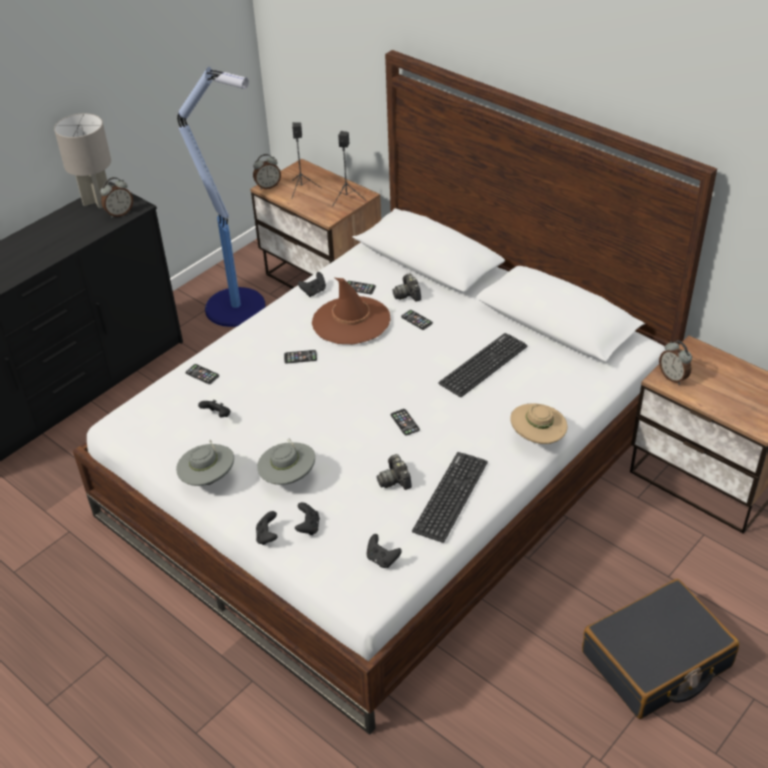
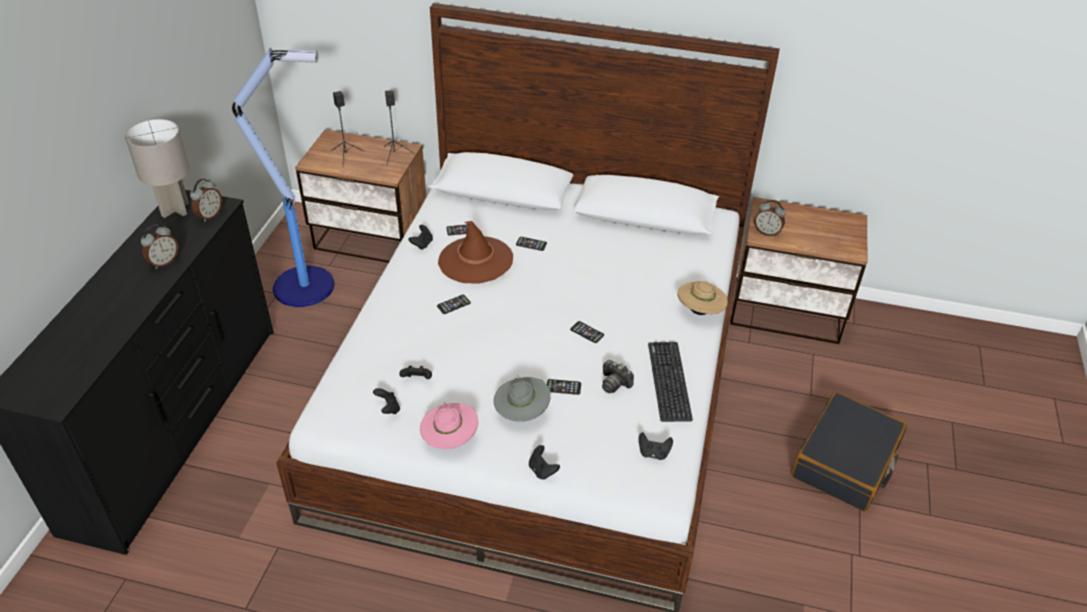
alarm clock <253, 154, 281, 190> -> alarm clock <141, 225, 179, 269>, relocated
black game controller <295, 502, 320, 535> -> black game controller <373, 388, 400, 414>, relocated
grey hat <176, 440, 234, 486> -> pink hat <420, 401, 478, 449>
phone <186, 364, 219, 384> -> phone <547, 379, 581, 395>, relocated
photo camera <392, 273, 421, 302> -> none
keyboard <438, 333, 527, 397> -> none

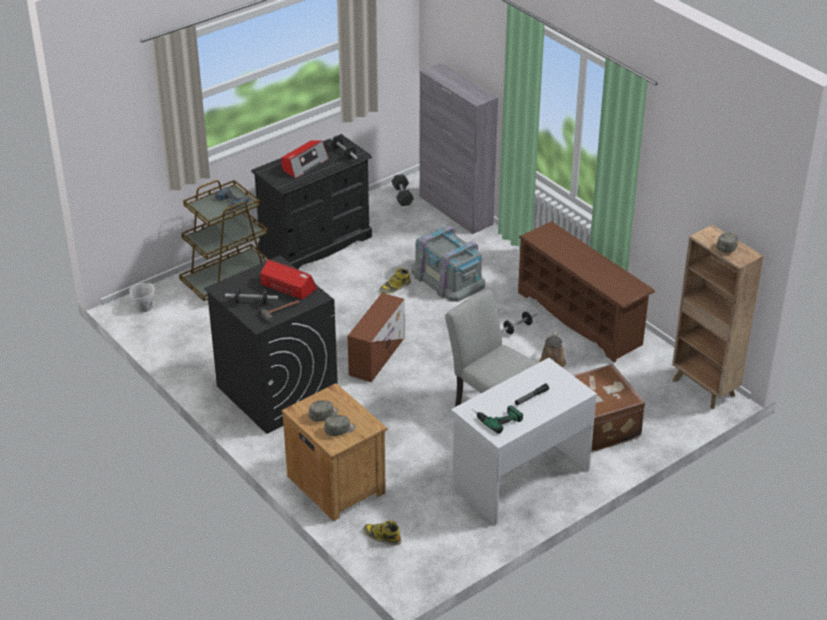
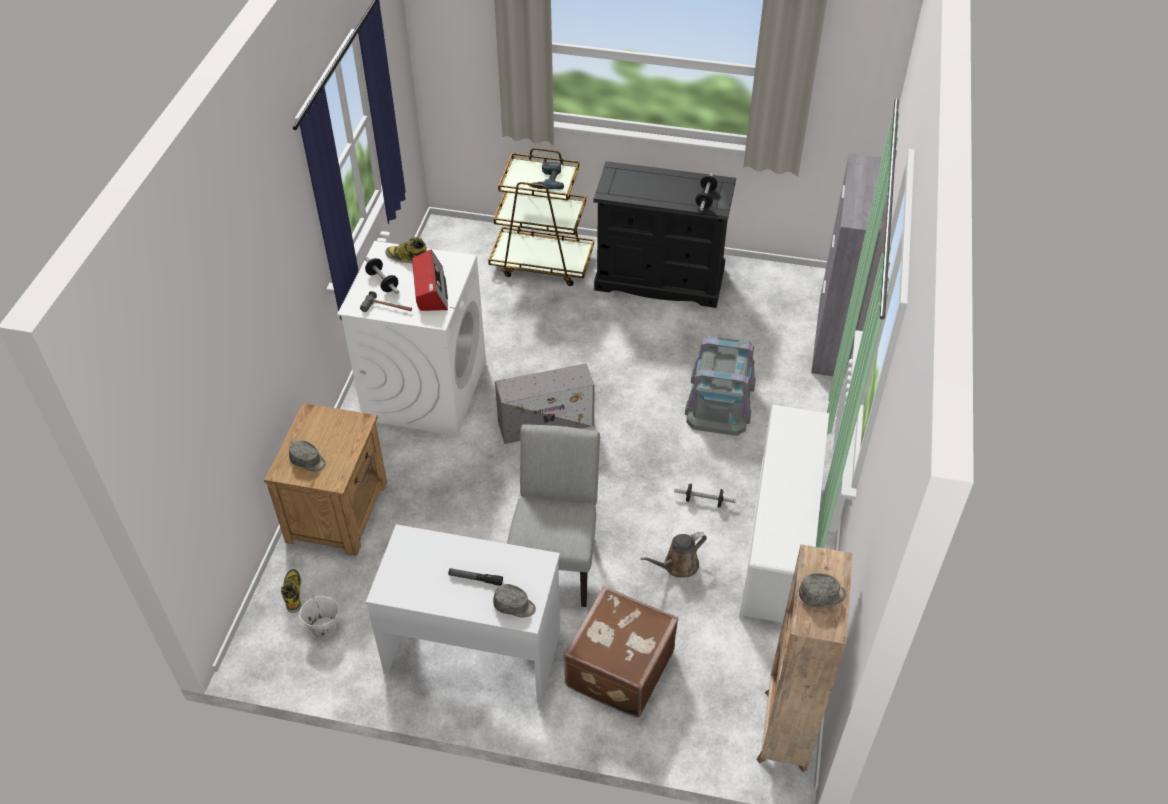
white bucket <129, 278, 155, 312> -> white bucket <299, 595, 339, 638>, relocated
black washing machine <204, 255, 338, 434> -> white washing machine <337, 241, 486, 435>
boot <379, 268, 411, 293> -> boot <385, 237, 427, 264>, relocated
grey cap <309, 400, 338, 422> -> grey cap <493, 584, 536, 617>, relocated
brown storage box <347, 293, 404, 382> -> grey storage box <495, 363, 595, 444>
brown shoe rack <518, 221, 655, 363> -> white shoe rack <739, 404, 829, 623>
radio <281, 140, 329, 178> -> none
grey dumbbell <392, 174, 414, 206> -> none
power drill <472, 405, 523, 434> -> none

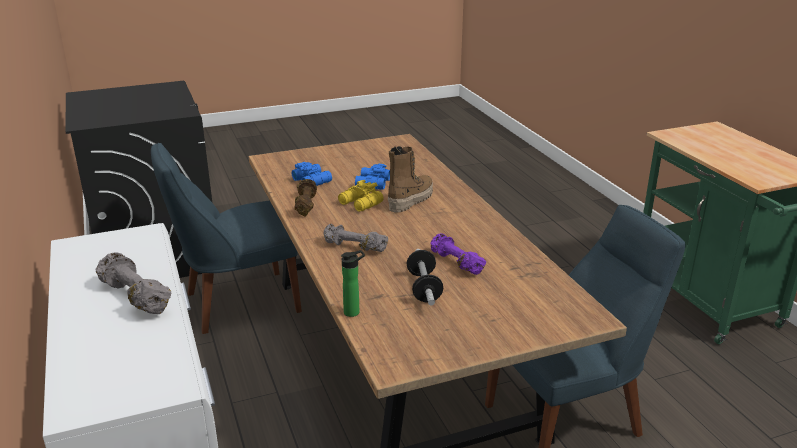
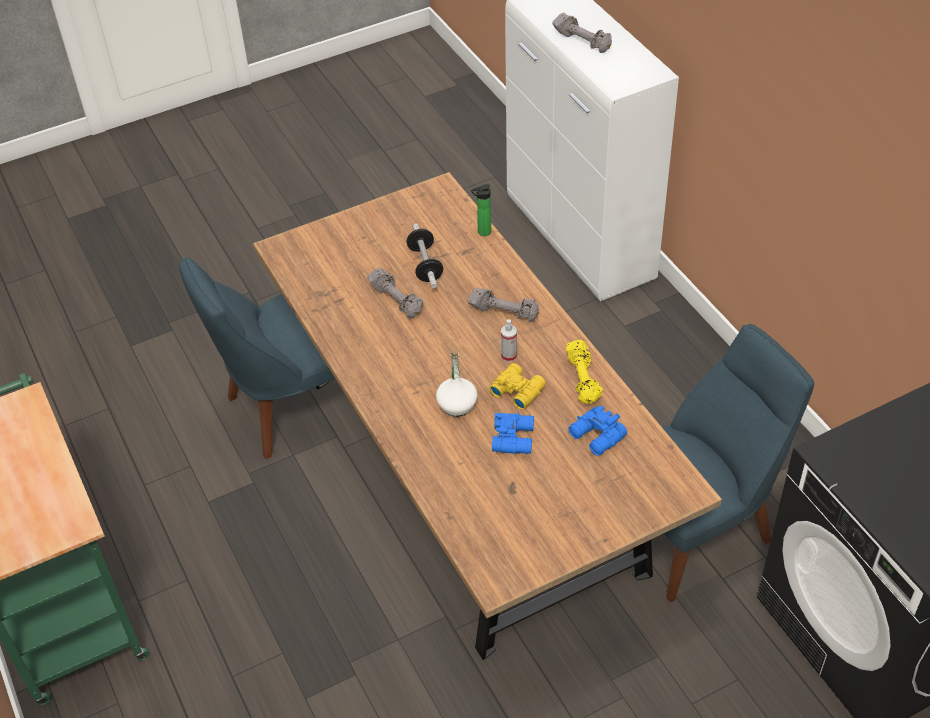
purple dumbbell <431, 233, 486, 275> -> grey dumbbell <367, 268, 423, 318>
boot <388, 146, 433, 213> -> white bottle <436, 349, 478, 417>
none -> spray bottle <501, 319, 517, 362>
brown dumbbell <294, 179, 317, 217> -> yellow dumbbell <566, 340, 603, 404>

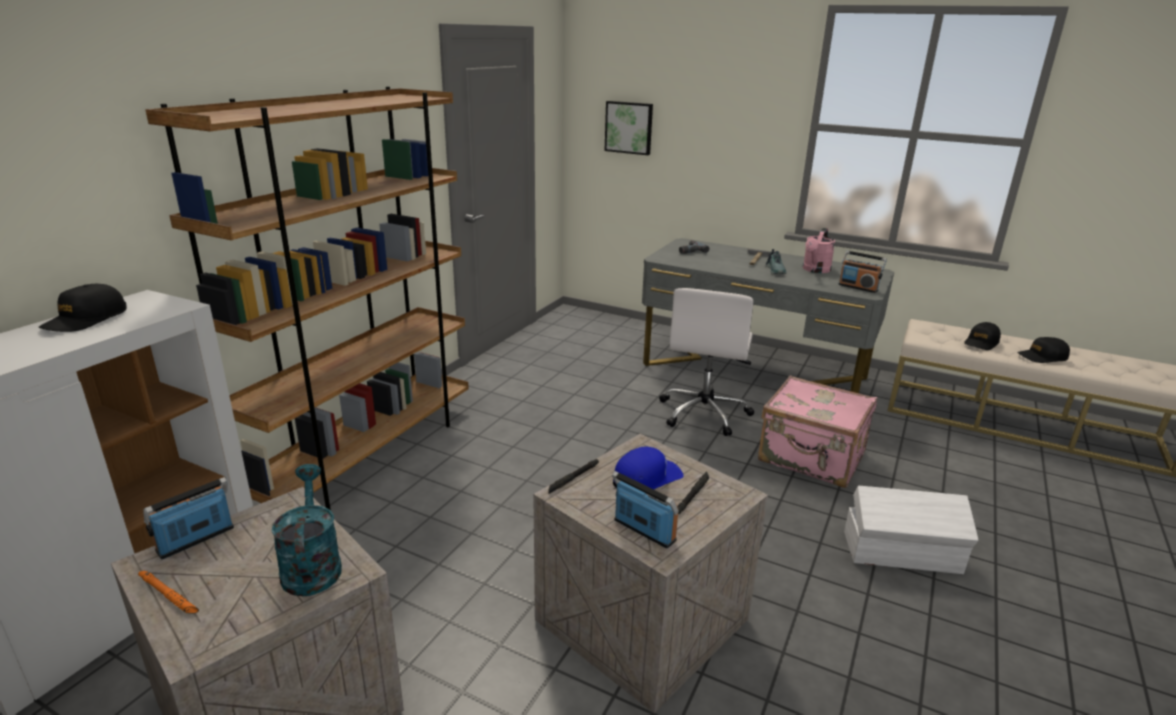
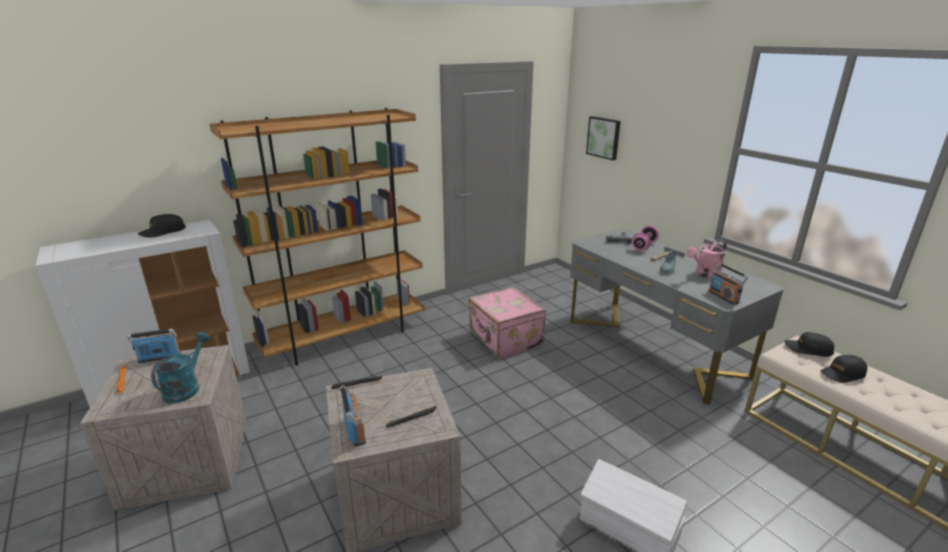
pink suitcase <758, 375, 877, 488> -> pink suitcase <469, 287, 546, 359>, relocated
none -> pink dumbbell <632, 225, 659, 251>
black cap <1017, 337, 1070, 363> -> black cap <784, 332, 834, 357>, relocated
blue cap <613, 447, 684, 489> -> none
white office chair <659, 288, 754, 436> -> none

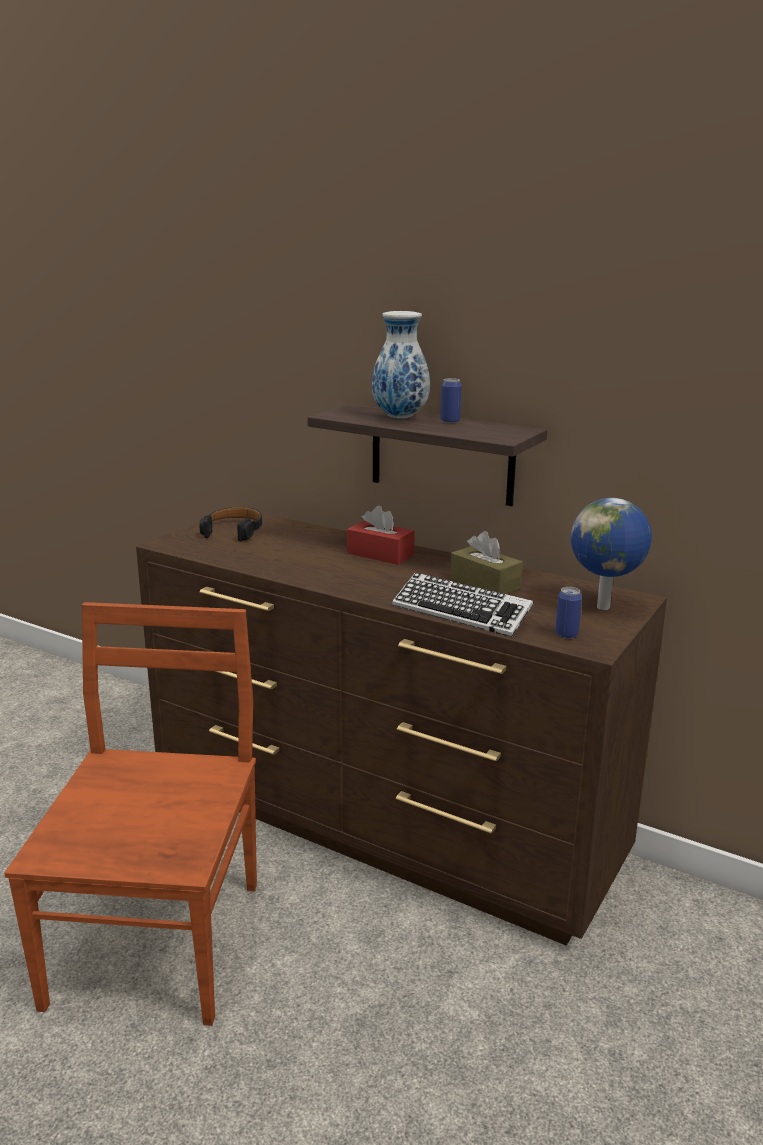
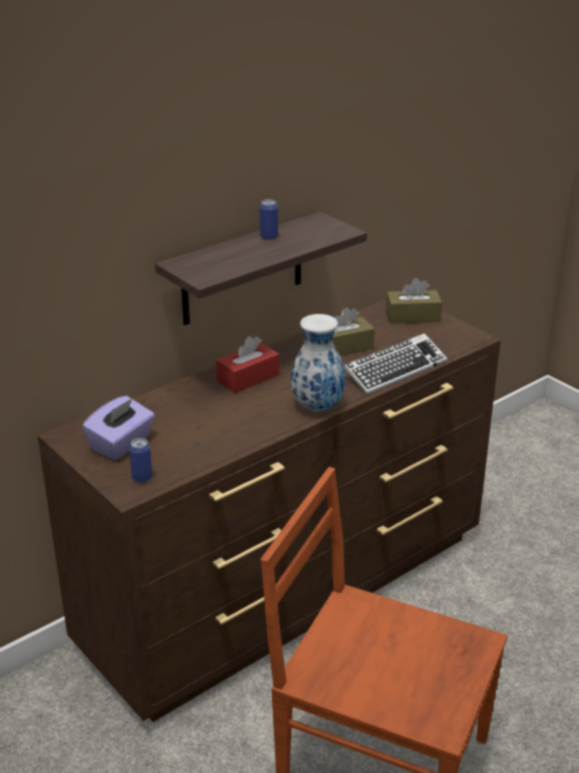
black headphones <200, 507, 262, 541> -> purple tissue box <82, 396, 155, 460>
can <555, 587, 582, 638> -> can <129, 438, 152, 483>, relocated
vase <372, 311, 430, 419> -> vase <291, 314, 346, 411>, relocated
globe <570, 498, 652, 610> -> brown tissue box <386, 278, 442, 324>

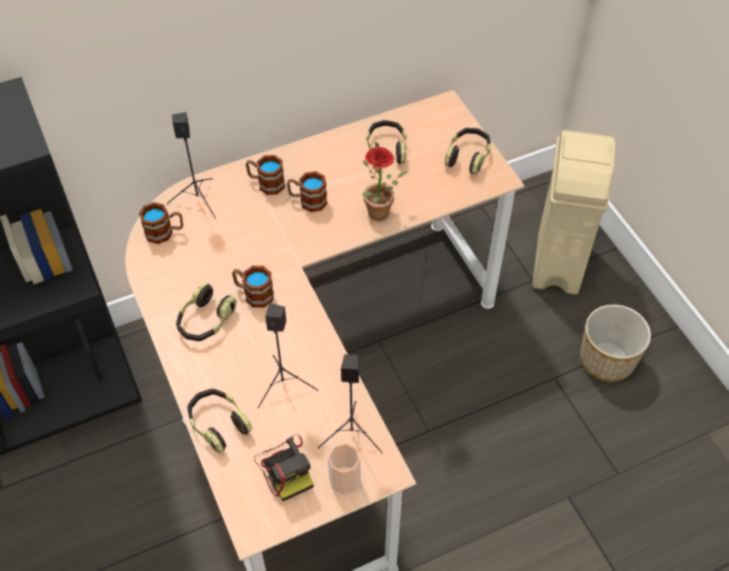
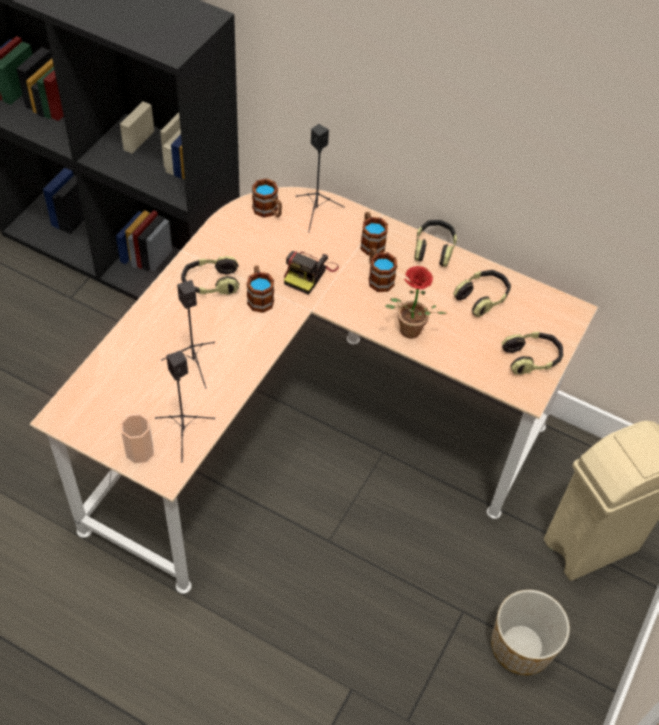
photo camera <254, 435, 314, 501> -> photo camera <284, 251, 339, 295>, relocated
headphones <187, 389, 252, 453> -> headphones <414, 220, 457, 267>, relocated

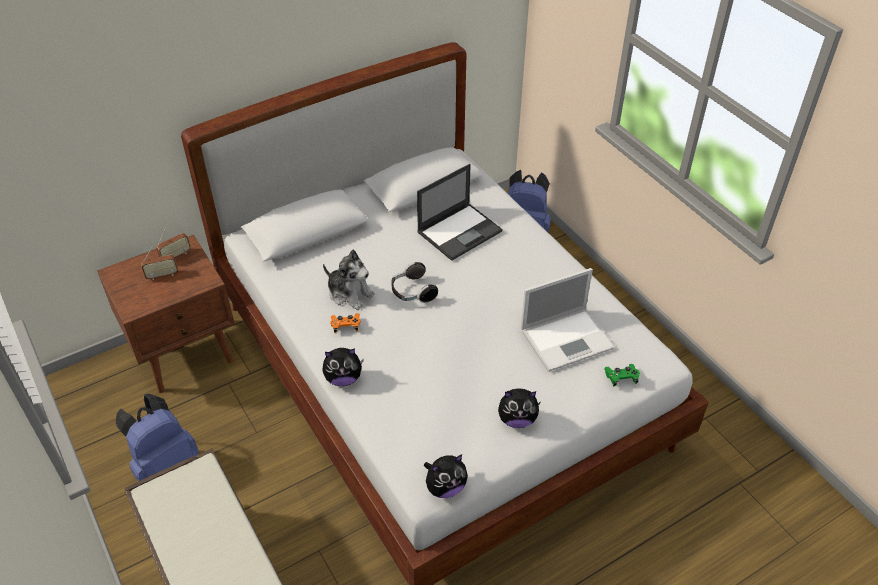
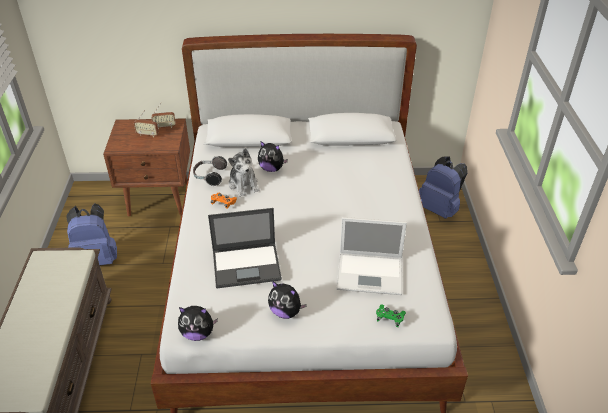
headphones <391, 262, 438, 303> -> headphones <193, 155, 227, 186>, relocated
laptop <417, 164, 503, 261> -> laptop <208, 208, 282, 288>, relocated
plush toy <322, 348, 364, 386> -> plush toy <258, 141, 288, 172>, relocated

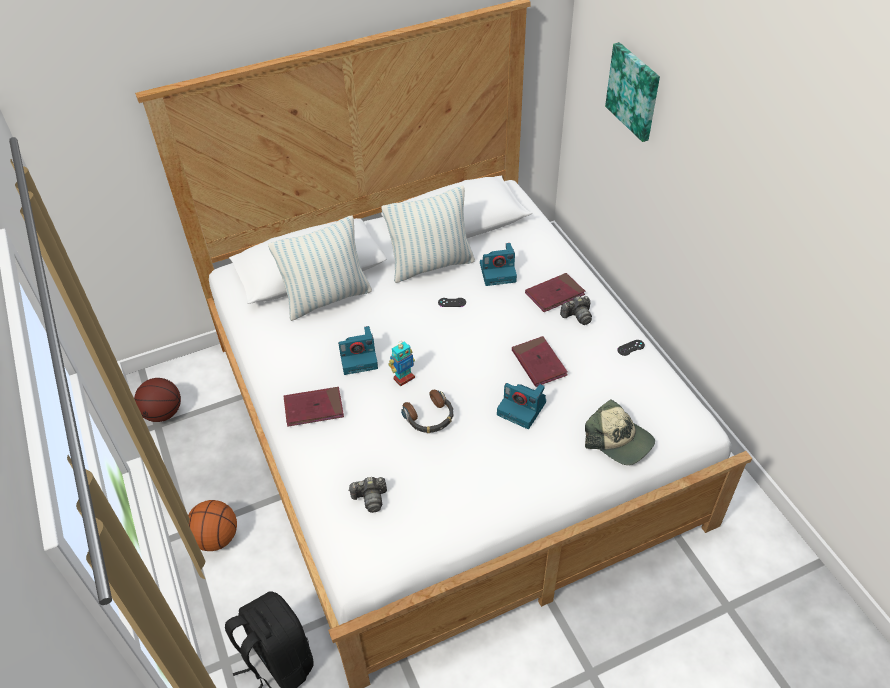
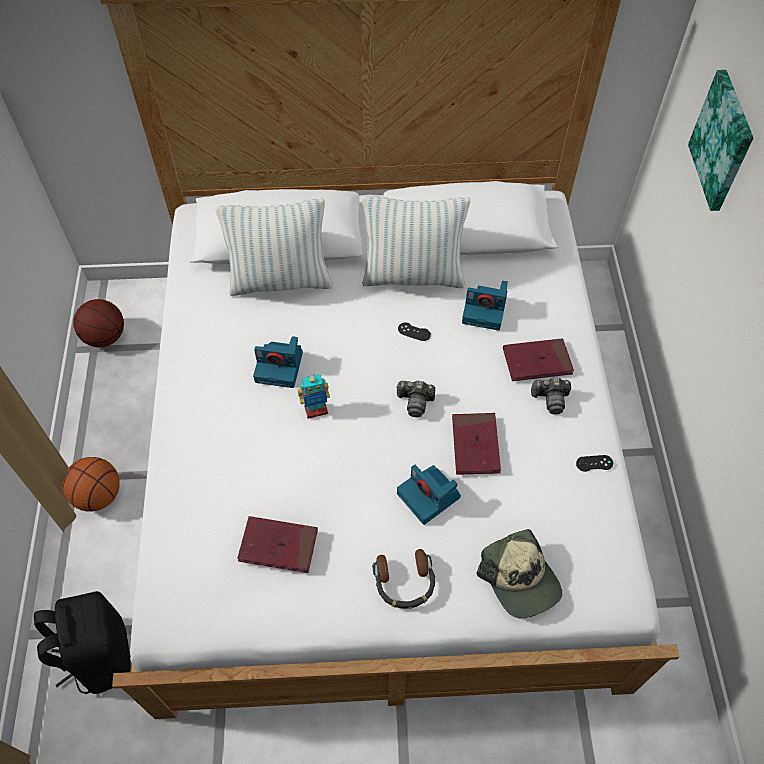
red book <284, 387, 344, 426> -> red book <237, 516, 318, 573>, relocated
headphones <401, 390, 454, 433> -> headphones <372, 549, 435, 609>, relocated
photo camera <348, 477, 387, 513> -> photo camera <396, 381, 435, 418>, relocated

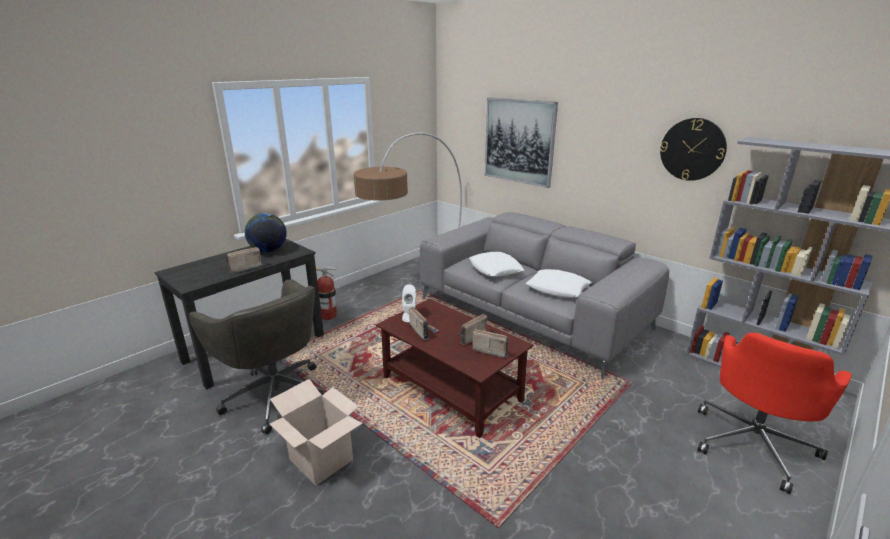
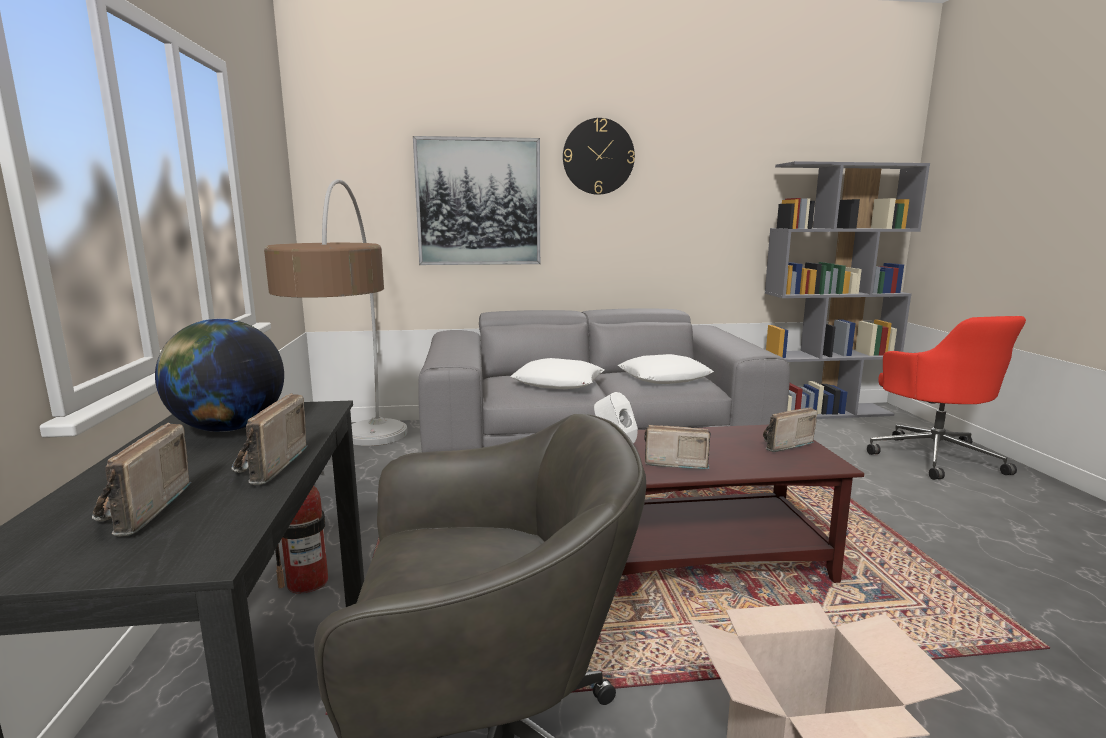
radio <458, 314, 487, 345> -> radio <92, 423, 192, 536>, relocated
wall clock <660, 118, 727, 181> -> wall clock <563, 118, 635, 195>, relocated

